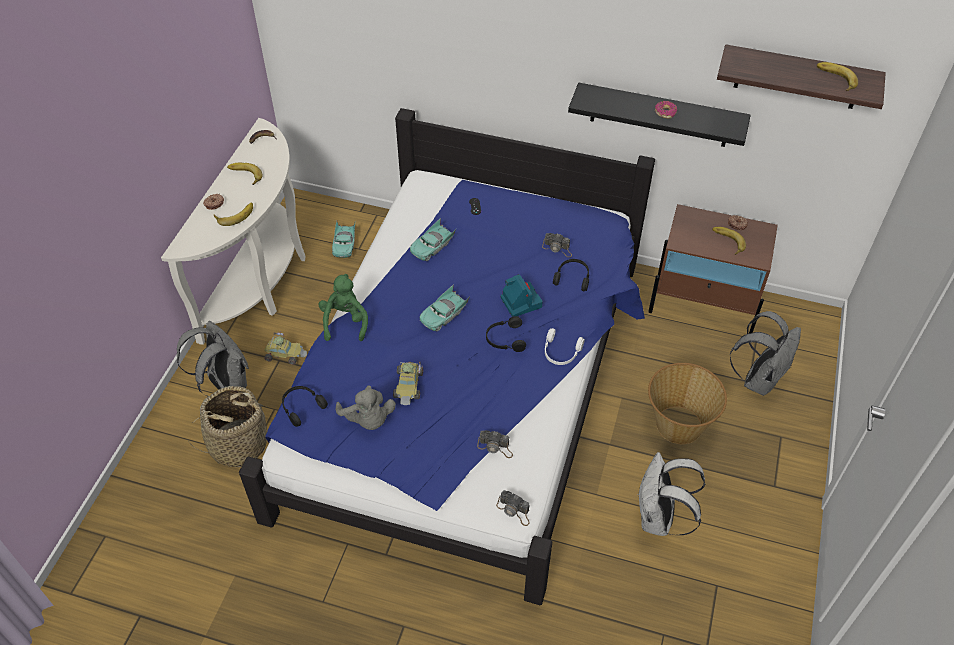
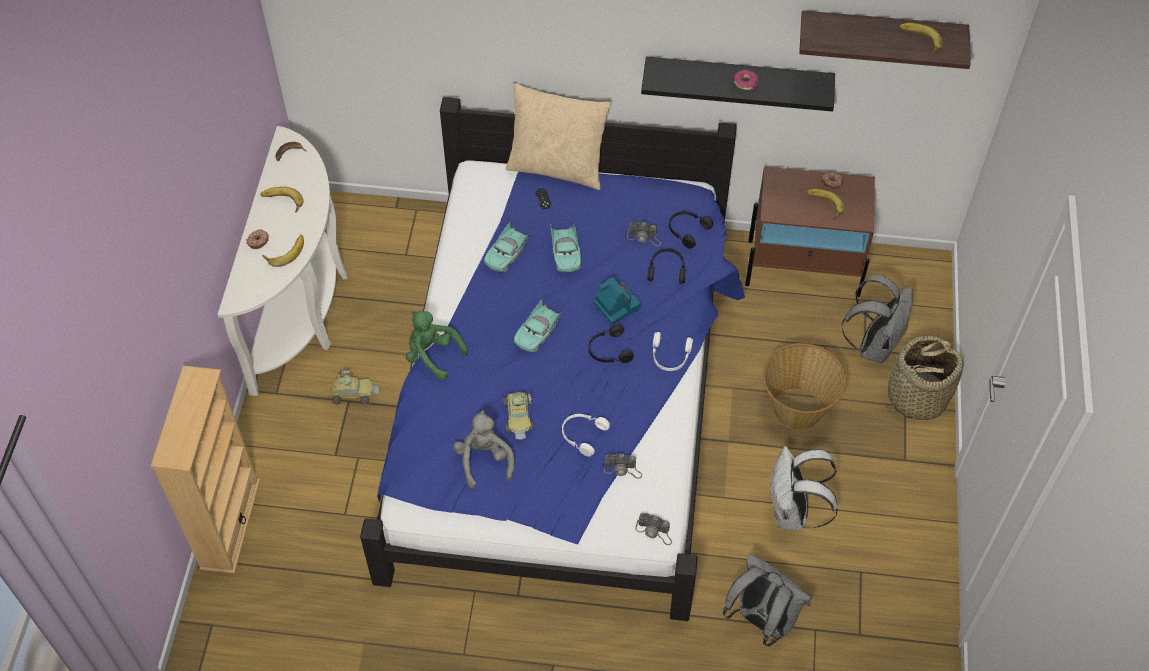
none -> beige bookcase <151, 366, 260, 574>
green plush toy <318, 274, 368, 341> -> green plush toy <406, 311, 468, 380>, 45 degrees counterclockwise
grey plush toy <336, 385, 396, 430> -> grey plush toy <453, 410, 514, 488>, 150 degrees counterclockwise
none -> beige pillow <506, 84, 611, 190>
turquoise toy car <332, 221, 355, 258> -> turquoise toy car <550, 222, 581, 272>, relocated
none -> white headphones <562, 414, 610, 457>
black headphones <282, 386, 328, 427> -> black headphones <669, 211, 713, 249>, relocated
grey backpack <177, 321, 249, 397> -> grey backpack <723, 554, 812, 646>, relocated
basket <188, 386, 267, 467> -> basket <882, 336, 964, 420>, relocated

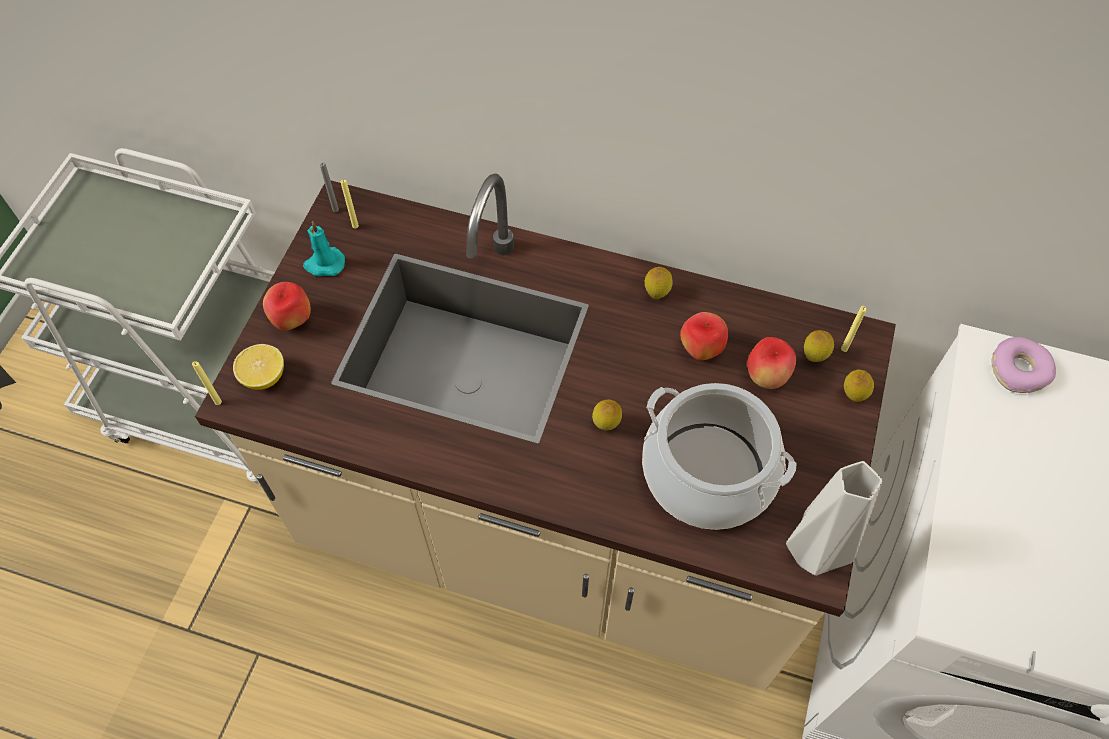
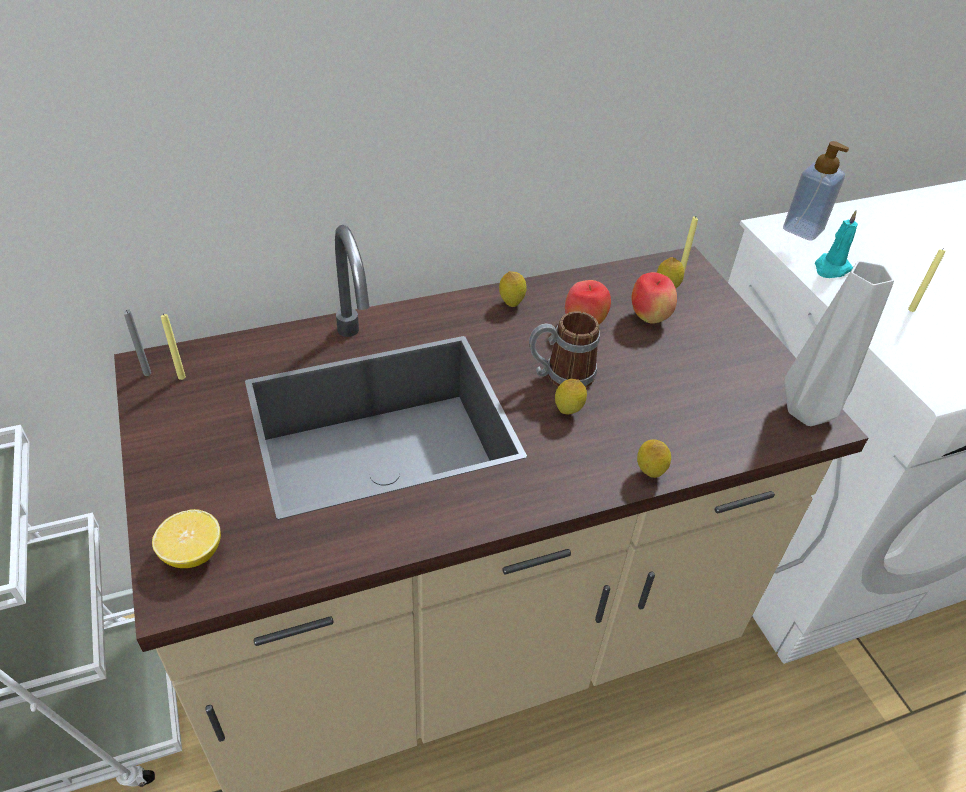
none -> mug <529, 311, 600, 388>
lemon <844, 370, 874, 402> -> lemon <637, 439, 671, 478>, relocated
donut <991, 337, 1056, 393> -> soap dispenser <783, 141, 849, 241>
turquoise candle <303, 221, 345, 277> -> turquoise candle <815, 210, 858, 278>, relocated
yellow candle <192, 361, 222, 405> -> yellow candle <908, 248, 946, 312>, relocated
apple <263, 282, 311, 331> -> none
cooking pot <642, 383, 797, 530> -> none

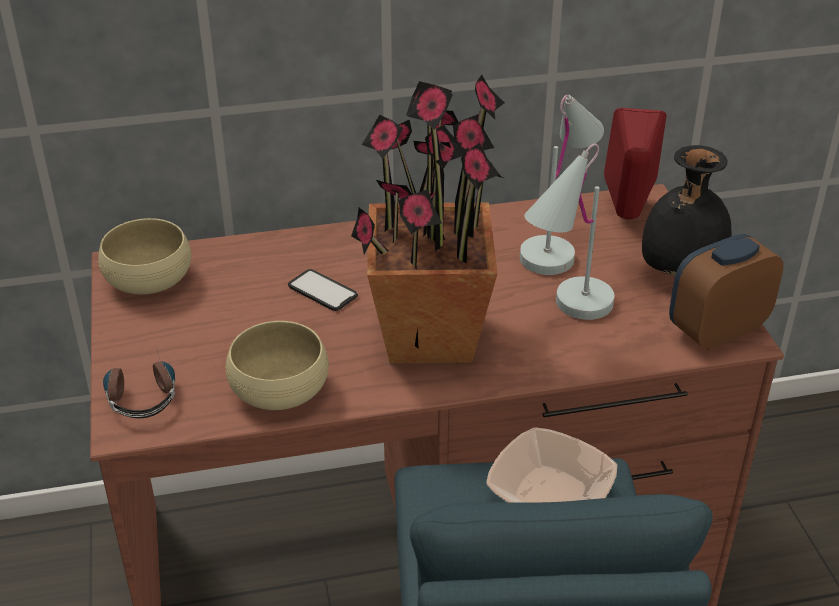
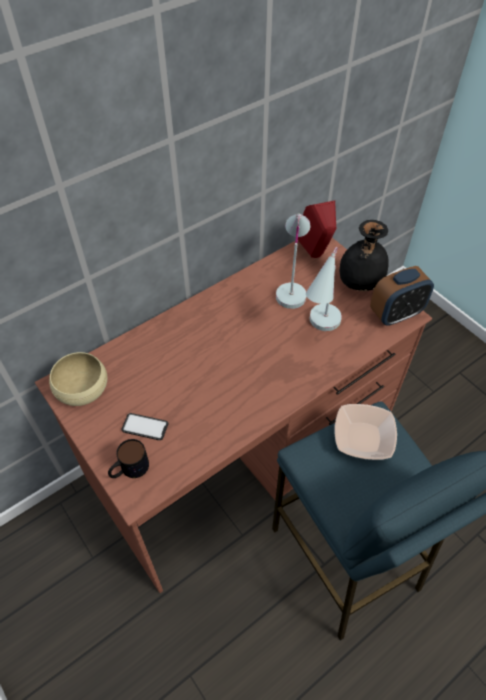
headphones <103, 349, 175, 418> -> mug <108, 439, 149, 478>
phone <288, 269, 358, 311> -> phone <121, 413, 168, 440>, relocated
alarm clock <669, 234, 783, 350> -> alarm clock <370, 266, 434, 326>, 150 degrees counterclockwise
beige bowl <226, 321, 329, 410> -> none
potted plant <351, 74, 505, 364> -> none

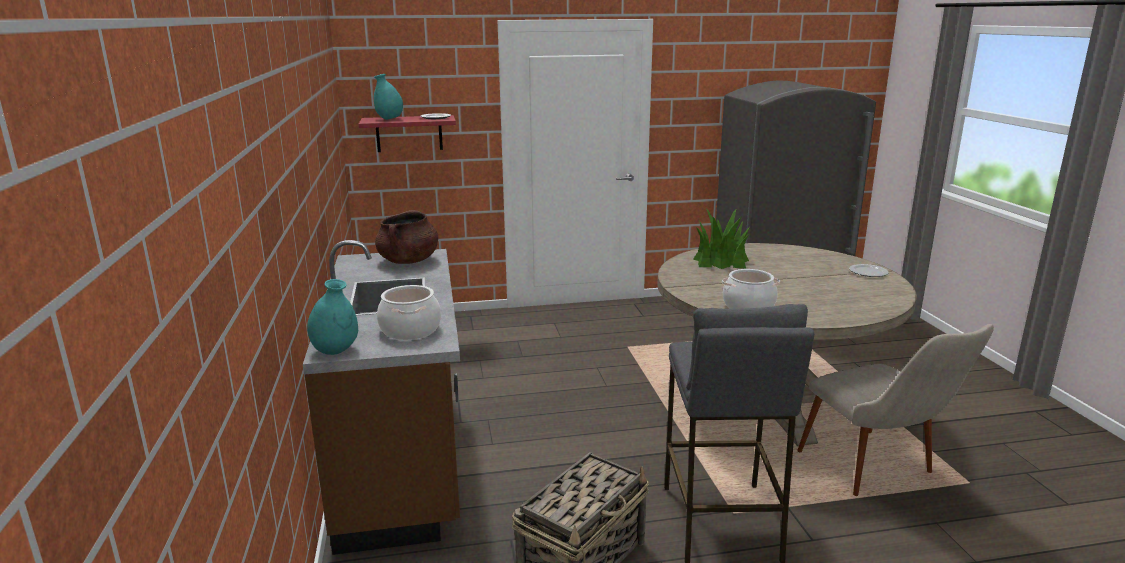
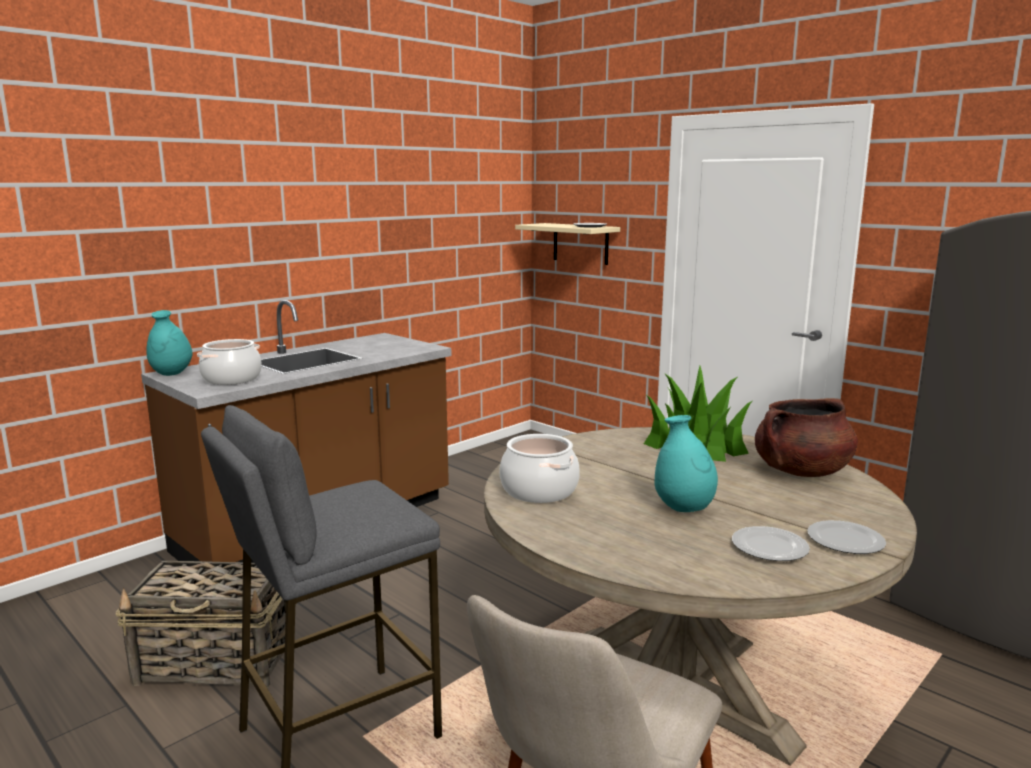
red shelf <359, 115, 456, 152> -> beige shelf <515, 223, 620, 265>
turquoise vase <374, 74, 403, 120> -> turquoise vase <655, 415, 718, 512>, relocated
none -> plate <732, 526, 810, 561>
brown cooking pot <375, 210, 438, 264> -> brown cooking pot <755, 398, 858, 477>, relocated

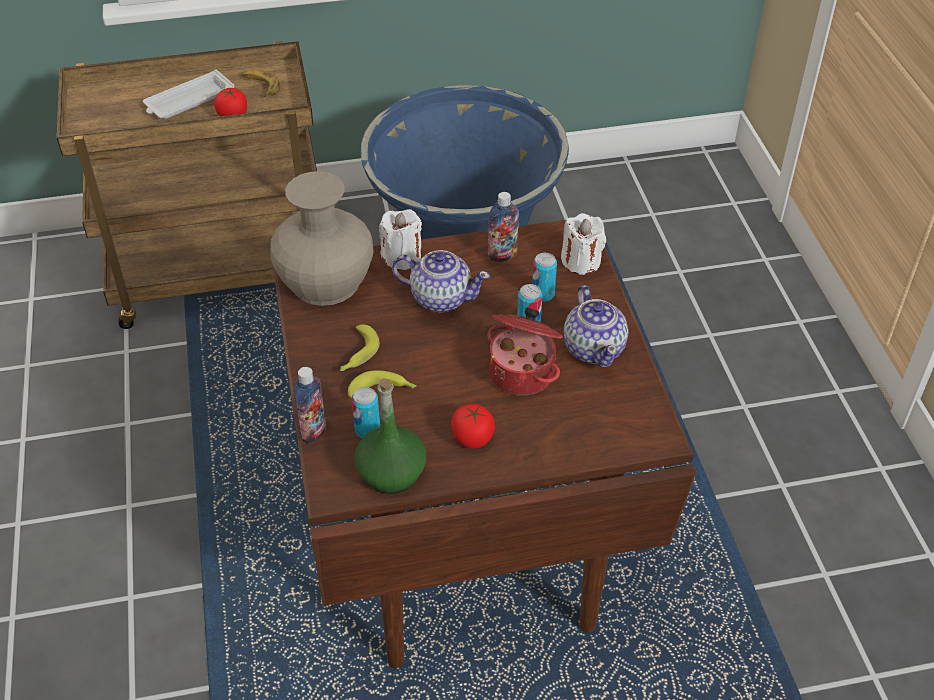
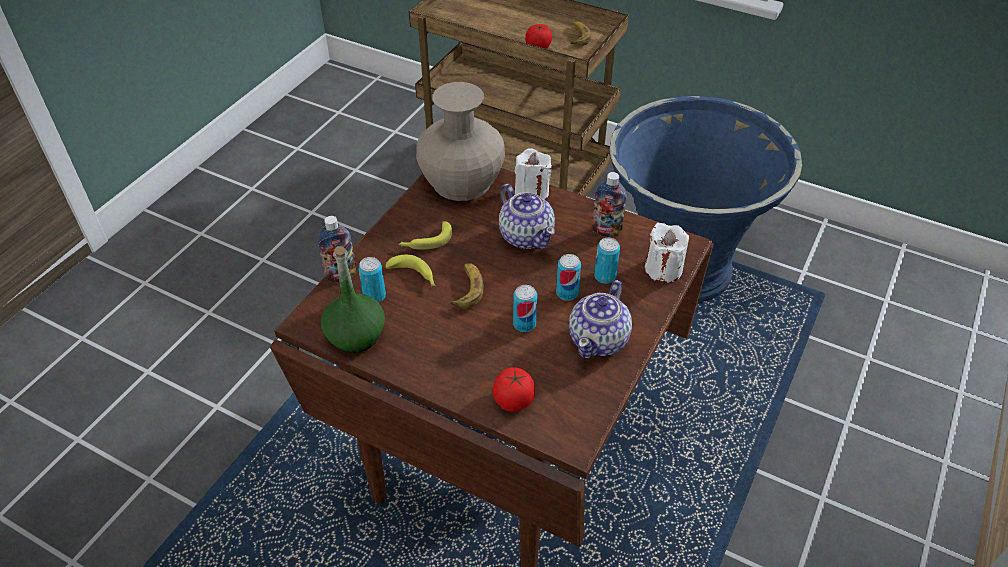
none -> banana <449, 263, 484, 309>
tomato <451, 404, 495, 449> -> tomato <493, 367, 535, 411>, relocated
cooking pot <487, 307, 563, 396> -> can <513, 285, 537, 332>
white tray <143, 69, 234, 119> -> none

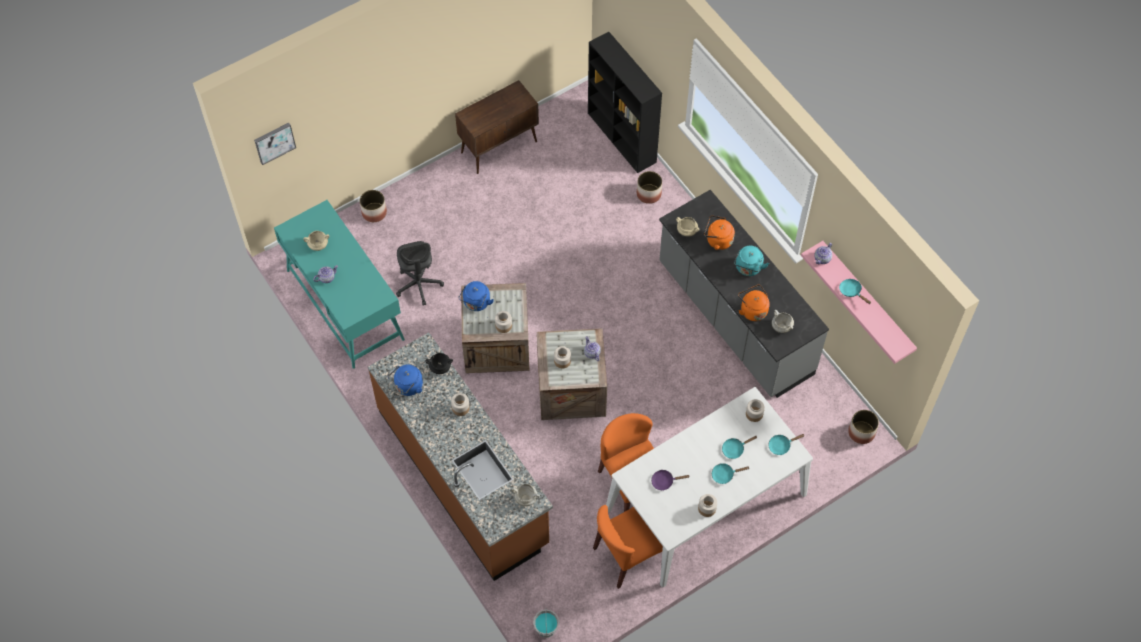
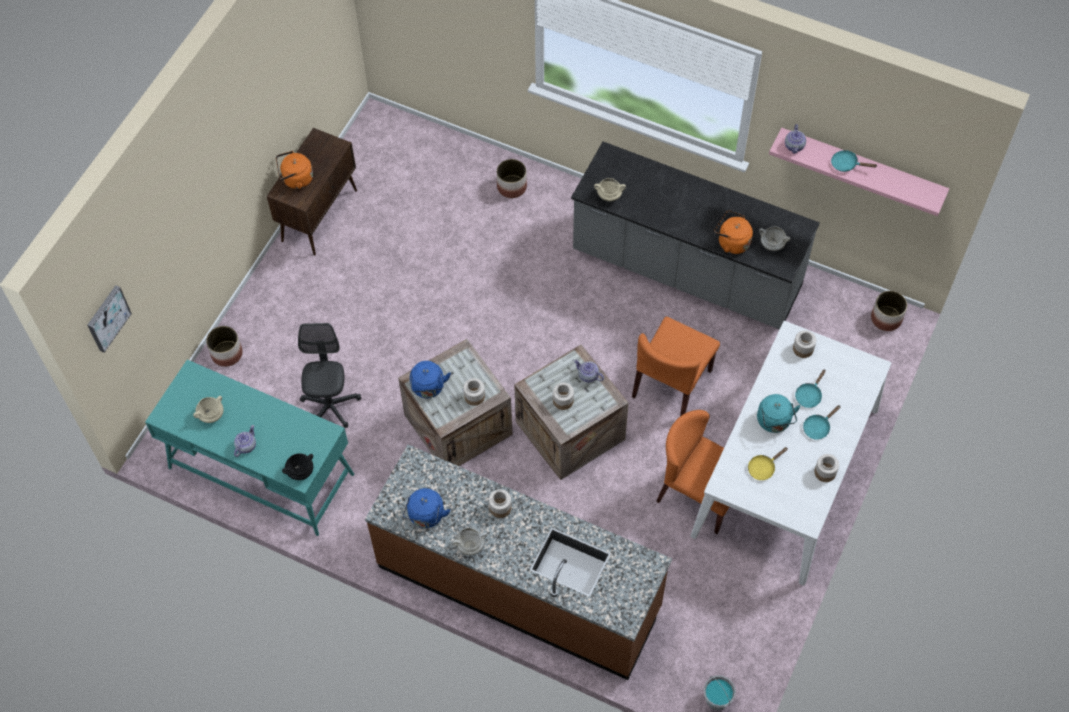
orange kettle <704, 215, 735, 250> -> orange kettle <276, 151, 313, 189>, relocated
black cooking pot <425, 353, 453, 374> -> black cooking pot <282, 453, 313, 480>, relocated
grey office chair <396, 241, 444, 306> -> grey office chair <298, 323, 361, 428>, 135 degrees counterclockwise
white cooking pot <512, 484, 540, 506> -> white cooking pot <452, 528, 487, 555>, relocated
orange chair <593, 505, 663, 589> -> orange chair <632, 317, 720, 416>, relocated
purple frying pan <651, 470, 690, 491> -> yellow frying pan <748, 447, 788, 480>
turquoise kettle <734, 246, 769, 276> -> turquoise kettle <757, 394, 801, 433>, relocated
black bookcase <588, 32, 662, 173> -> none
turquoise frying pan <769, 434, 805, 455> -> none

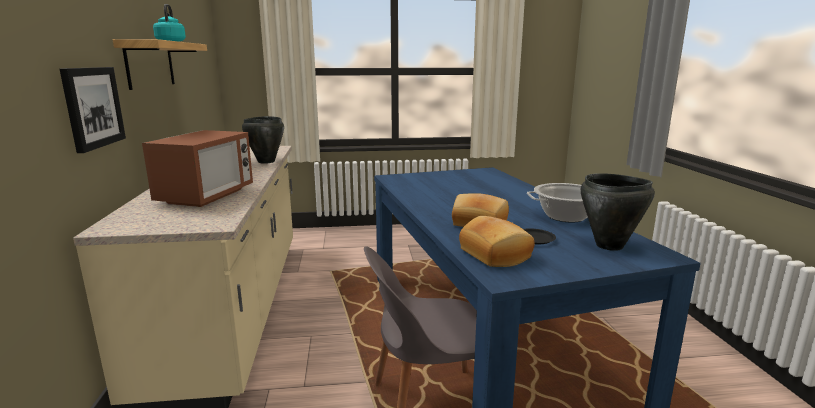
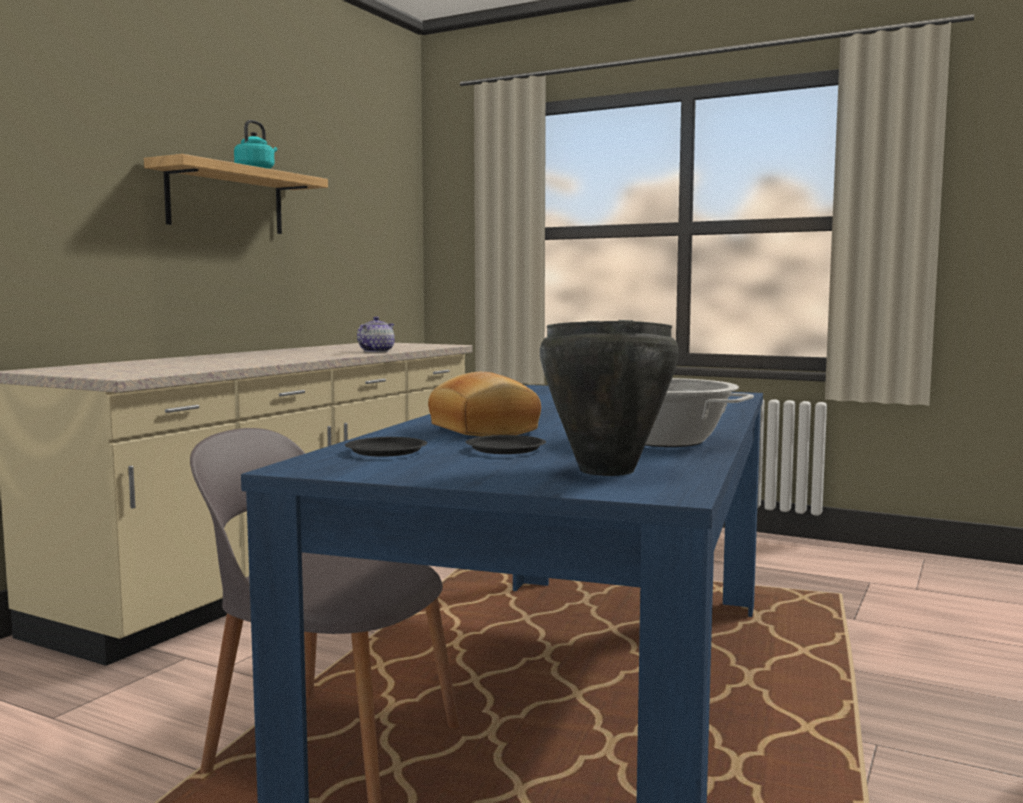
bread <459, 216, 535, 267> -> black plate <345, 437, 427, 457>
black cooking pot <242, 116, 284, 164> -> teapot <357, 316, 395, 352>
picture <60, 67, 126, 153> -> none
microwave <142, 130, 253, 207> -> none

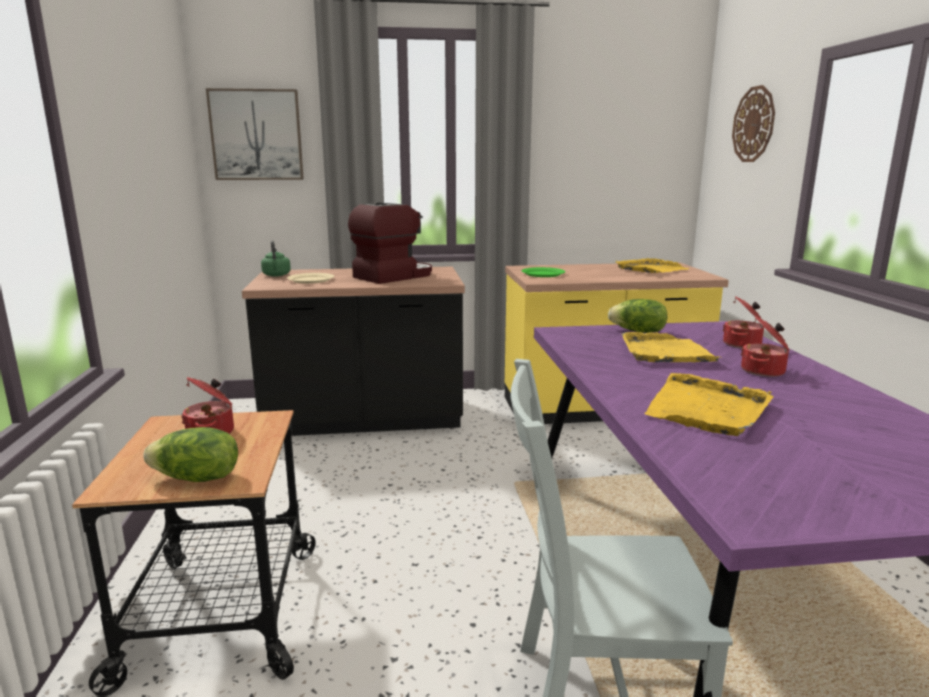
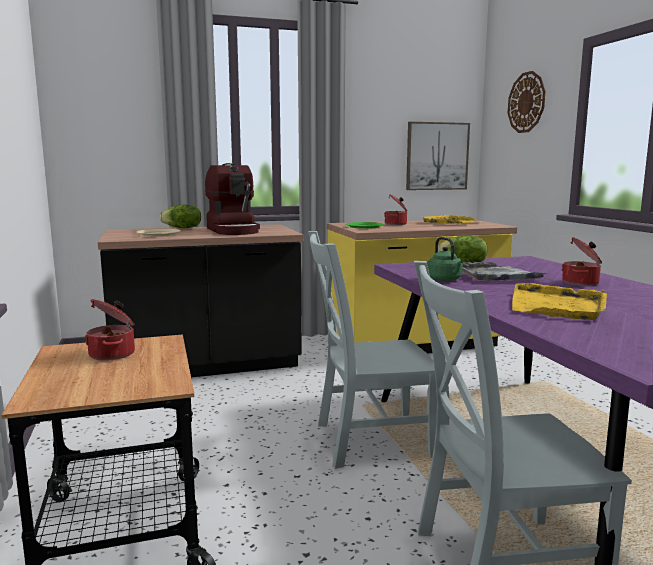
lettuce <143, 427, 238, 482> -> lettuce <160, 205, 201, 228>, relocated
coffee machine <348, 202, 432, 284> -> coffee machine <205, 163, 260, 235>, 120 degrees clockwise
none -> grey chair <308, 231, 437, 469>
cooking pot <723, 296, 764, 348> -> cooking pot <384, 194, 407, 225>, relocated
picture <206, 88, 304, 180> -> picture <406, 122, 470, 190>, relocated
green kettle <261, 240, 291, 277> -> green kettle <428, 237, 463, 281>, relocated
yellow tray <621, 332, 723, 362> -> grey tray <462, 262, 547, 281>

